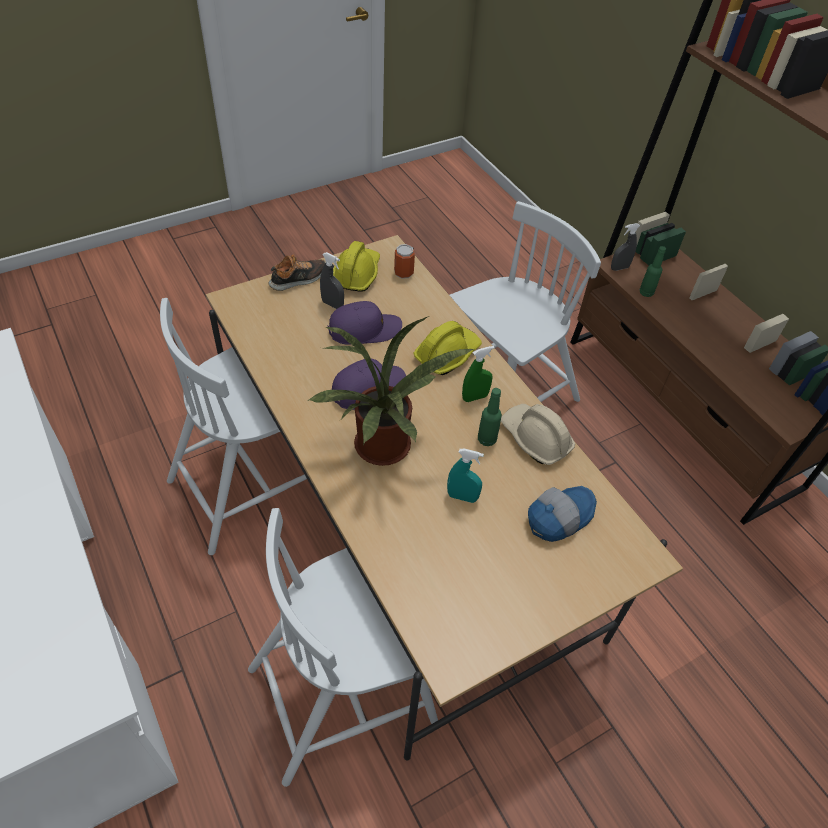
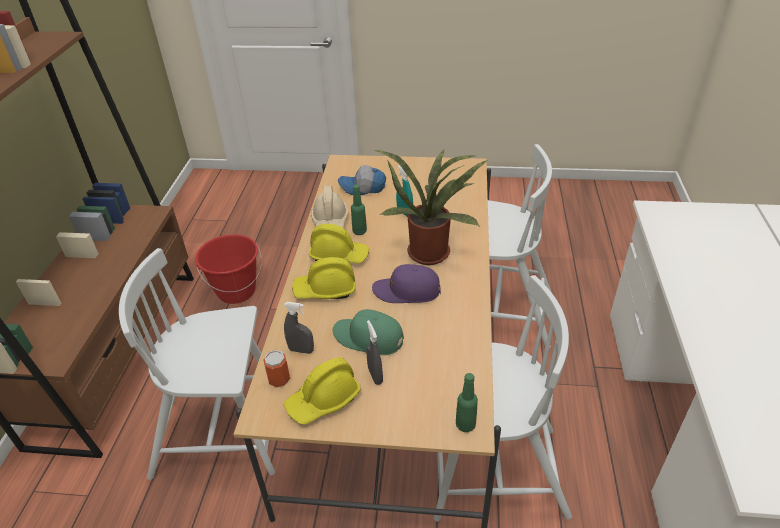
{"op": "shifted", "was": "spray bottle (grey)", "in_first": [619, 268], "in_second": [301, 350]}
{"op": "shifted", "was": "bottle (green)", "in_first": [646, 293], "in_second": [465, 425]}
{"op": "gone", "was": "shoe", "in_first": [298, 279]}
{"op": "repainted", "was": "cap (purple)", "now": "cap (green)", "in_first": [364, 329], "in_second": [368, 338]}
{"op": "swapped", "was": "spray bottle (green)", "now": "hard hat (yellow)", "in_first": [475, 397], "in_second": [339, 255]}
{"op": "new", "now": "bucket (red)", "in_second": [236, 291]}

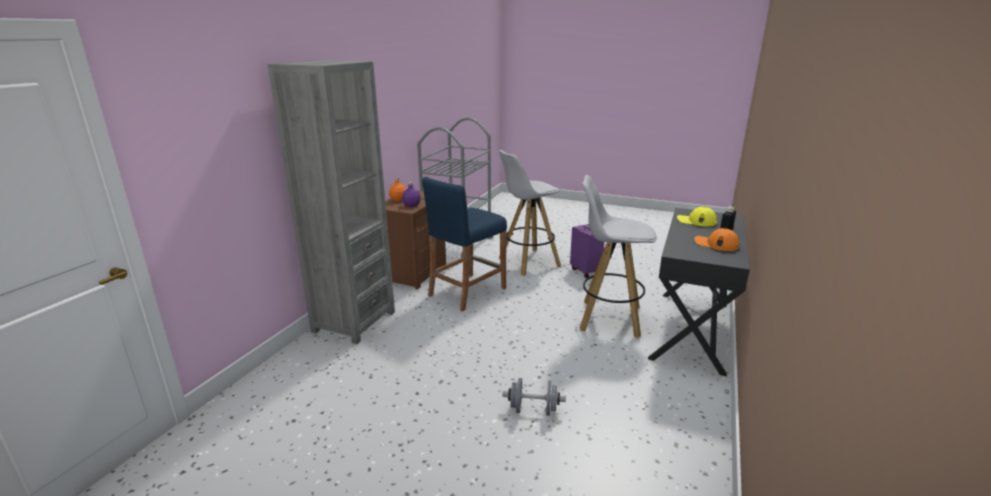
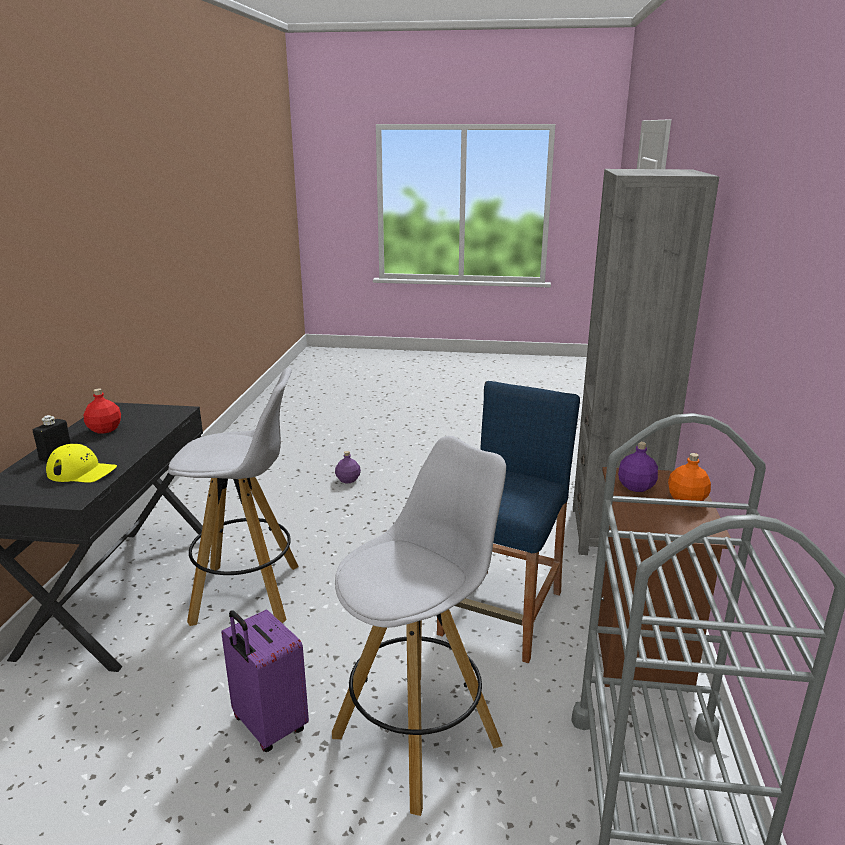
{"op": "swapped", "was": "cap (orange)", "now": "bottle (red)", "in_first": [716, 244], "in_second": [105, 429]}
{"op": "swapped", "was": "dumbbell (grey)", "now": "bottle (purple)", "in_first": [533, 410], "in_second": [348, 480]}

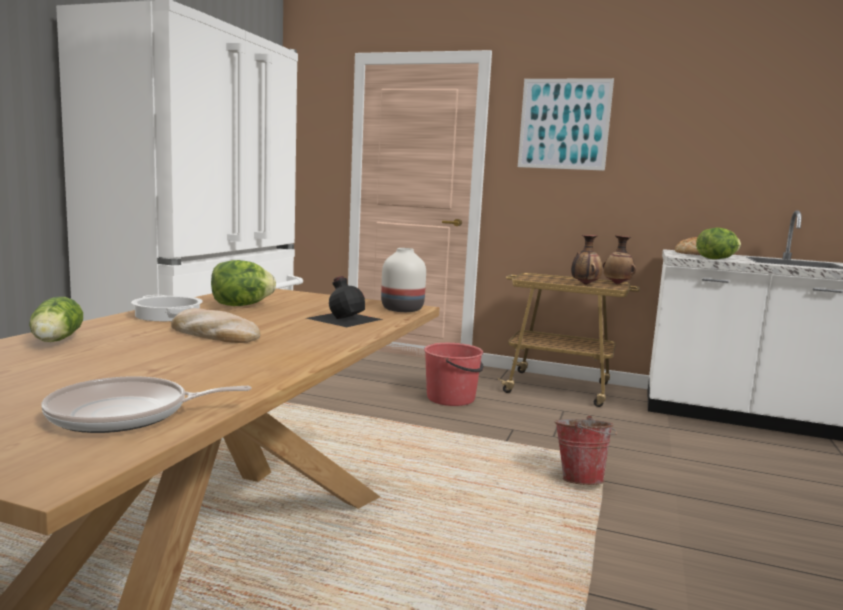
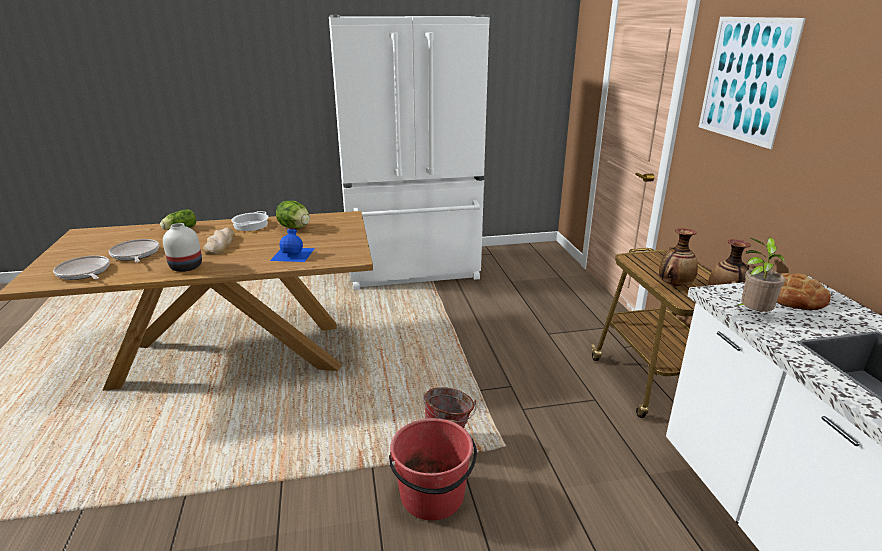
{"op": "swapped", "was": "lettuce", "now": "potted plant", "in_first": [716, 259], "in_second": [752, 314]}
{"op": "shifted", "was": "vase (white)", "in_first": [403, 309], "in_second": [187, 267]}
{"op": "repainted", "was": "bottle (black)", "now": "bottle (blue)", "in_first": [344, 318], "in_second": [293, 254]}
{"op": "shifted", "was": "bucket (red)", "in_first": [451, 398], "in_second": [432, 496]}
{"op": "new", "now": "frying pan", "in_second": [135, 254]}

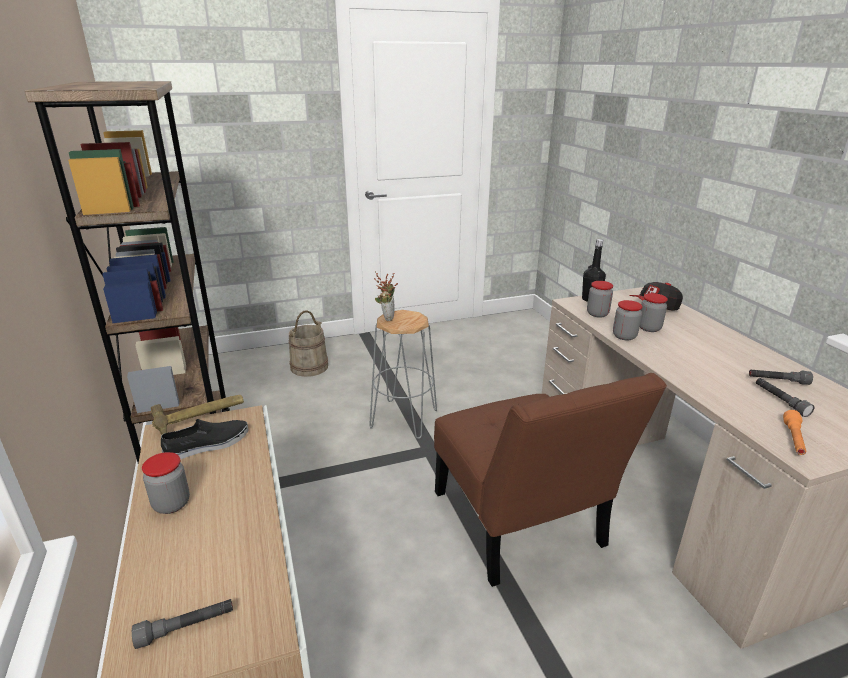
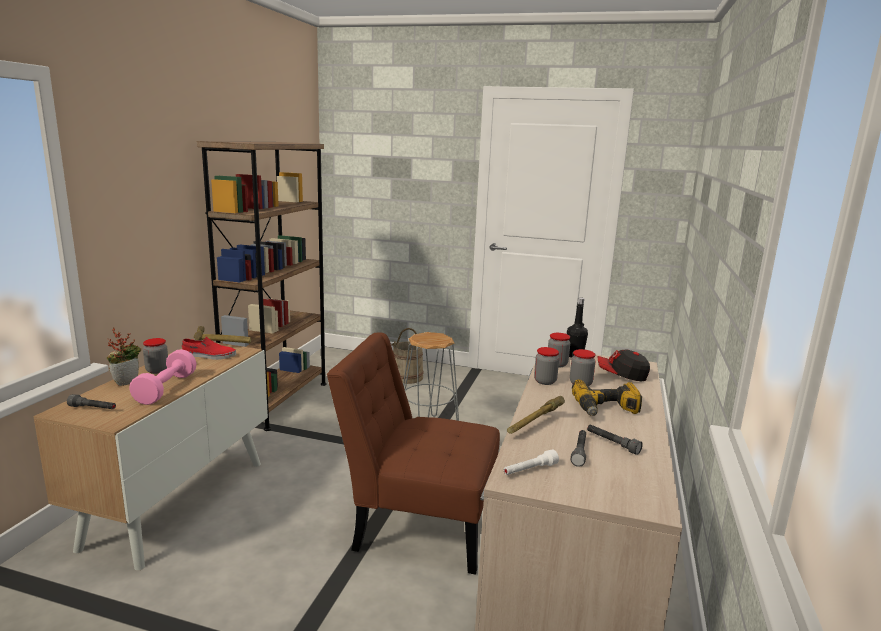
{"op": "shifted", "was": "potted plant", "in_first": [386, 317], "in_second": [127, 382]}
{"op": "rotated", "was": "chair (brown)", "in_first": [521, 526], "in_second": [418, 523], "clockwise": 90}
{"op": "repainted", "was": "flashlight (orange)", "now": "flashlight (white)", "in_first": [793, 439], "in_second": [529, 470]}
{"op": "repainted", "was": "shoe (black)", "now": "shoe (red)", "in_first": [208, 445], "in_second": [209, 355]}
{"op": "new", "now": "dumbbell (pink)", "in_second": [166, 389]}
{"op": "new", "now": "power drill", "in_second": [606, 409]}
{"op": "new", "now": "hammer", "in_second": [532, 427]}

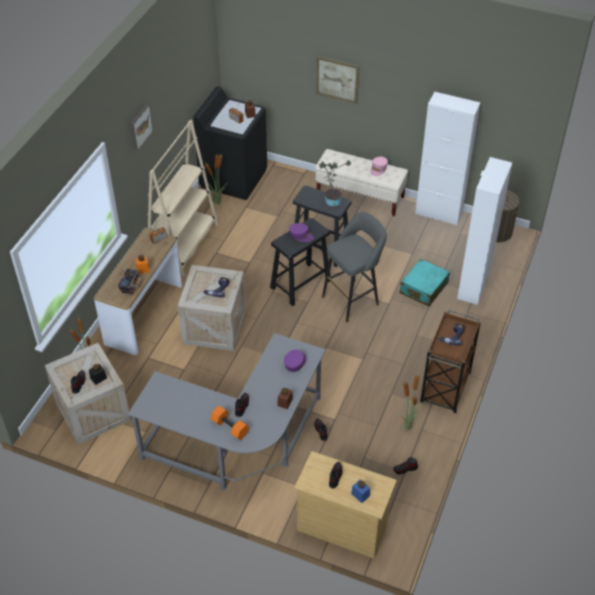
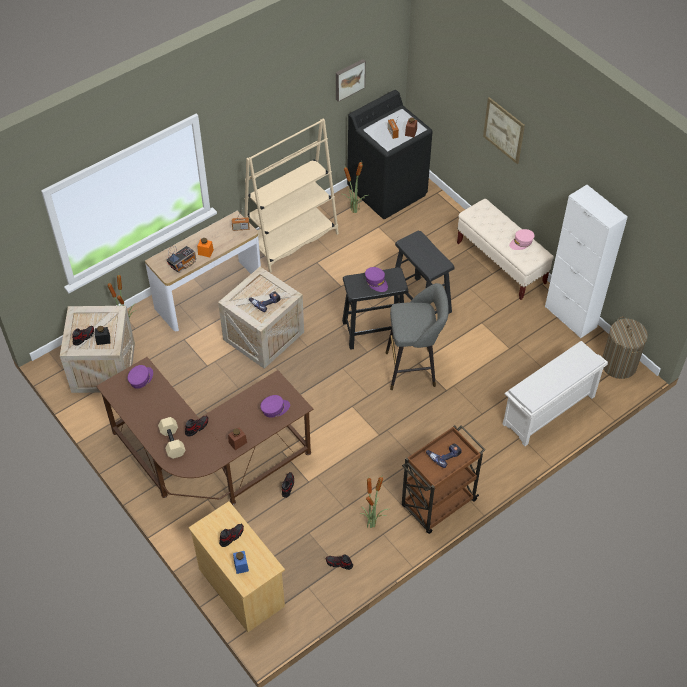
{"op": "shifted", "was": "picture", "in_first": [139, 126], "in_second": [349, 79]}
{"op": "swapped", "was": "cabinet (white)", "now": "shoe rack (white)", "in_first": [473, 286], "in_second": [548, 411]}
{"op": "gone", "was": "potted plant", "in_first": [331, 199]}
{"op": "gone", "was": "suitcase (turquoise)", "in_first": [423, 288]}
{"op": "repainted", "was": "desk (grey)", "now": "desk (brown)", "in_first": [240, 444], "in_second": [207, 461]}
{"op": "repainted", "was": "dumbbell (orange)", "now": "dumbbell (beige)", "in_first": [231, 427], "in_second": [173, 442]}
{"op": "new", "now": "cap (purple)", "in_second": [141, 379]}

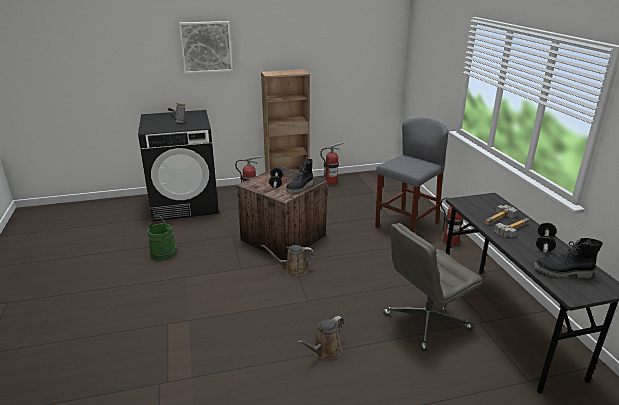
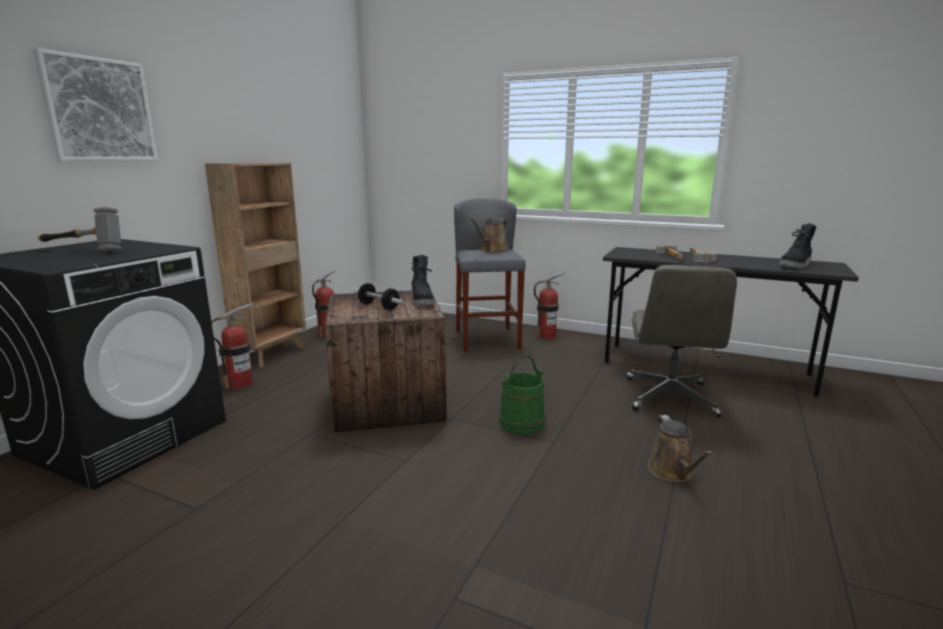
{"op": "shifted", "was": "bucket (green)", "in_first": [163, 252], "in_second": [521, 423]}
{"op": "gone", "was": "dumbbell", "in_first": [544, 244]}
{"op": "shifted", "was": "watering can (brown)", "in_first": [293, 269], "in_second": [492, 251]}

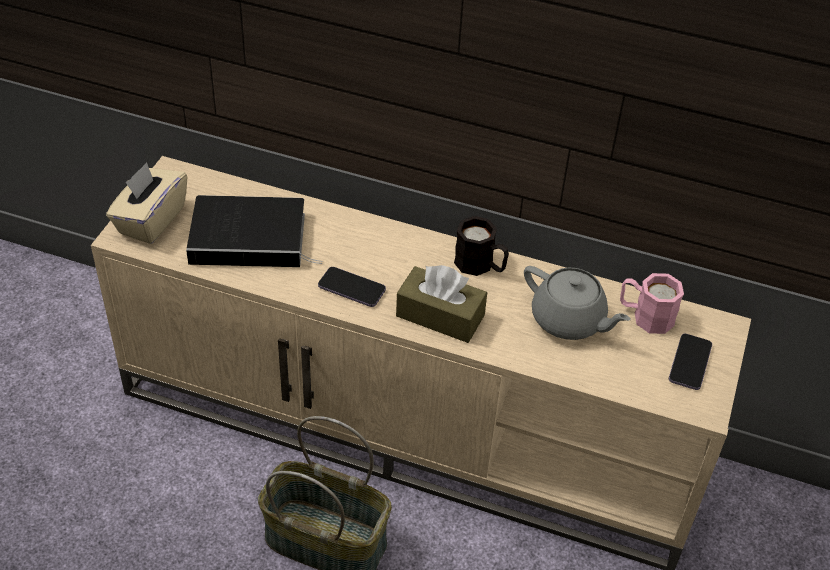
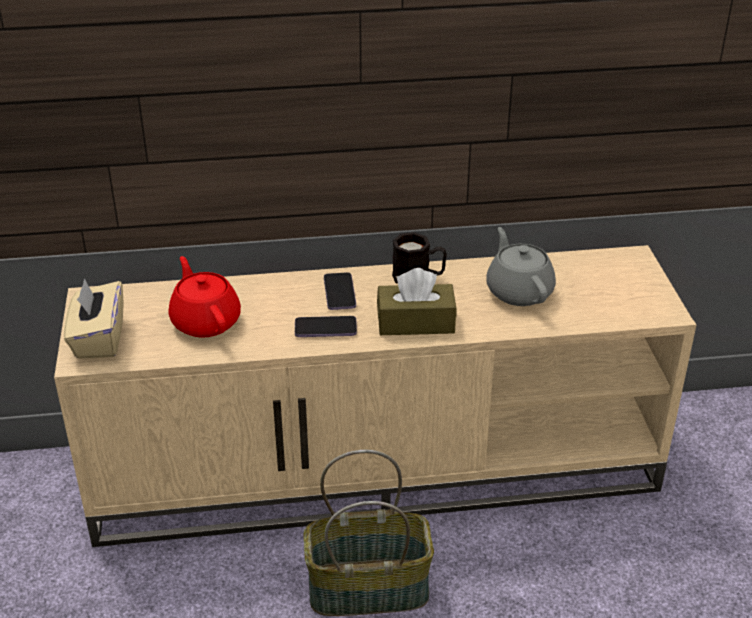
{"op": "swapped", "was": "book", "now": "teapot (red)", "in_first": [252, 237], "in_second": [205, 321]}
{"op": "rotated", "was": "teapot (grey)", "in_first": [569, 320], "in_second": [519, 291], "clockwise": -120}
{"op": "gone", "was": "mug (pink)", "in_first": [645, 316]}
{"op": "shifted", "was": "phone", "in_first": [690, 363], "in_second": [339, 293]}

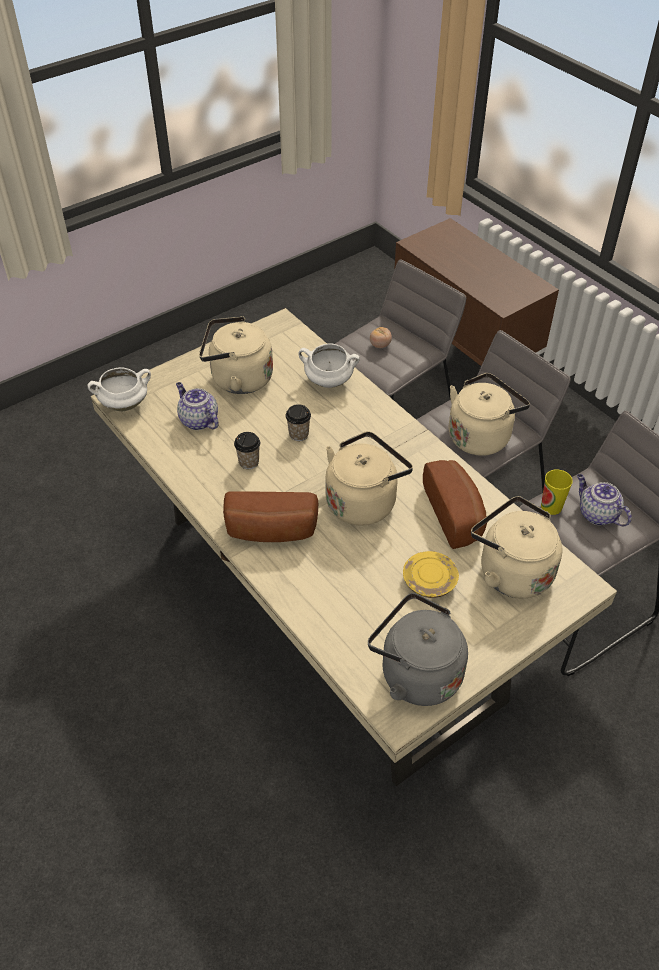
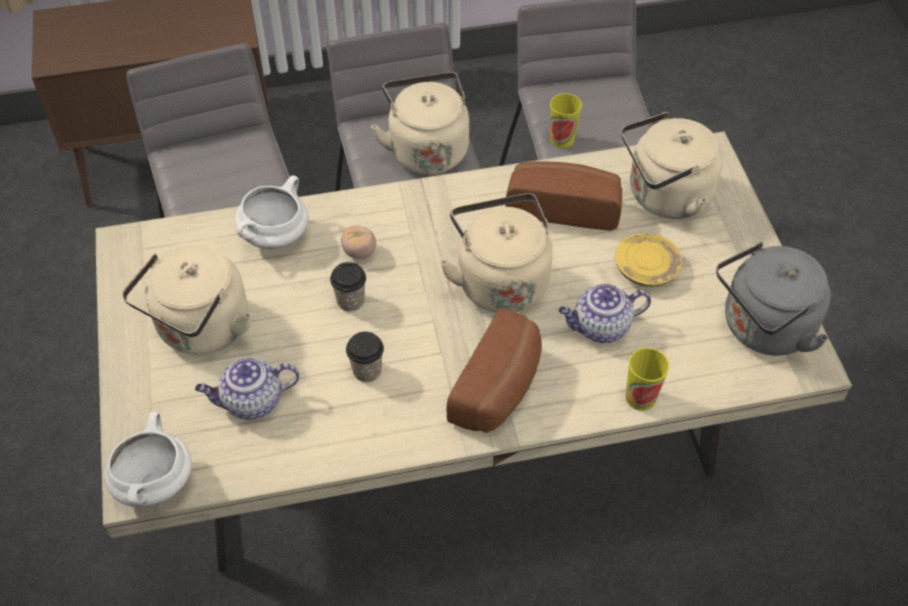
{"op": "shifted", "was": "tomato", "in_first": [380, 345], "in_second": [359, 252]}
{"op": "shifted", "was": "teapot", "in_first": [596, 514], "in_second": [600, 327]}
{"op": "new", "now": "cup", "in_second": [640, 397]}

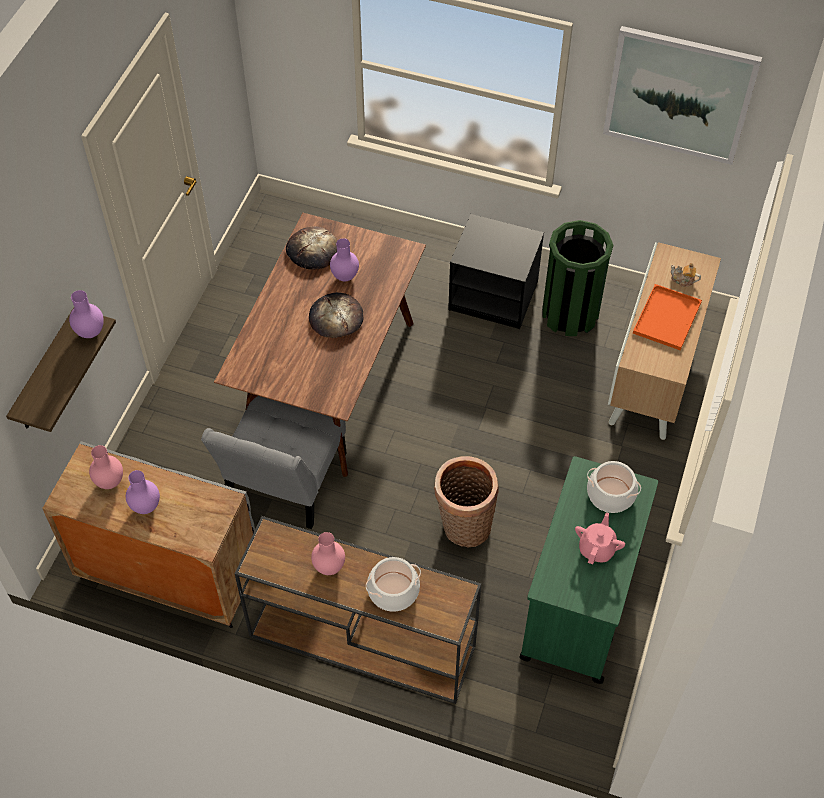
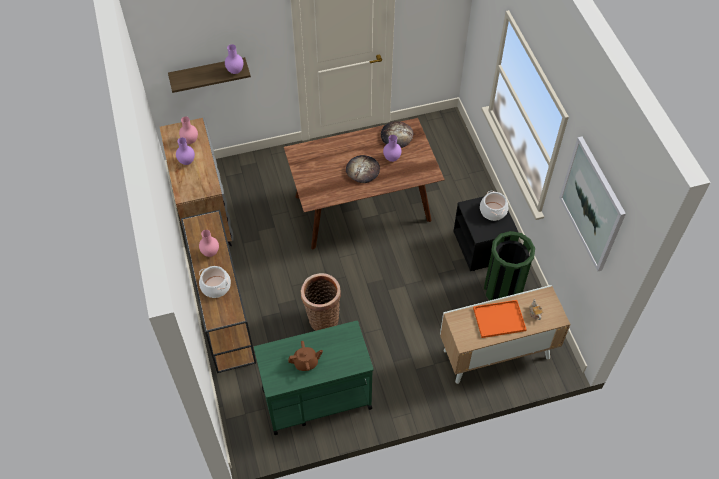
{"op": "gone", "was": "chair (grey)", "in_first": [283, 484]}
{"op": "shifted", "was": "cooking pot", "in_first": [610, 494], "in_second": [492, 211]}
{"op": "repainted", "was": "teapot (pink)", "now": "teapot (brown)", "in_first": [597, 548], "in_second": [306, 362]}

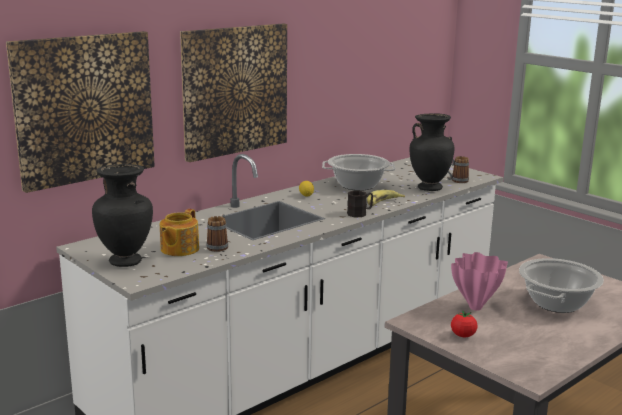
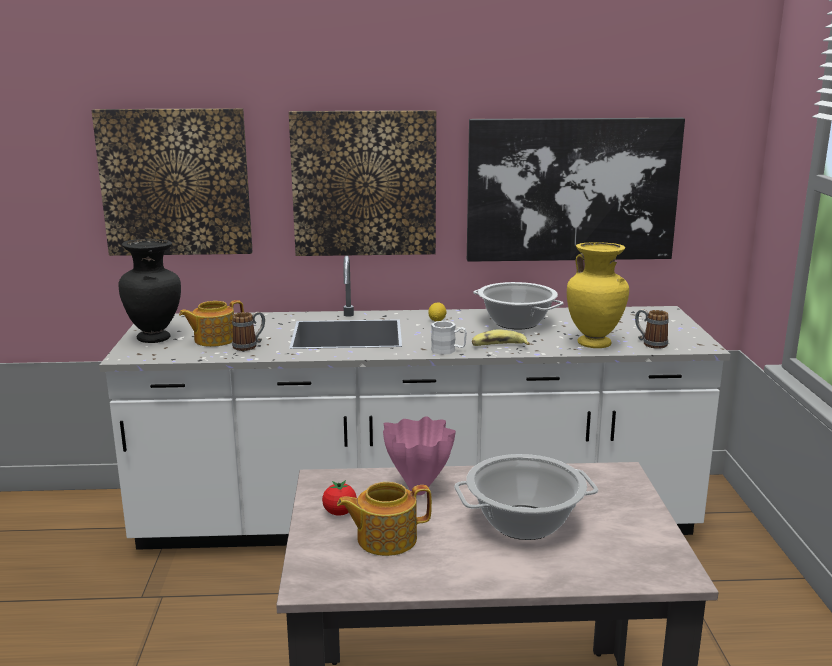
{"op": "repainted", "was": "vase (black)", "now": "vase (yellow)", "in_first": [429, 188], "in_second": [594, 344]}
{"op": "repainted", "was": "mug (black)", "now": "mug (white)", "in_first": [360, 213], "in_second": [448, 350]}
{"op": "new", "now": "picture", "in_second": [572, 190]}
{"op": "new", "now": "teapot", "in_second": [385, 539]}

